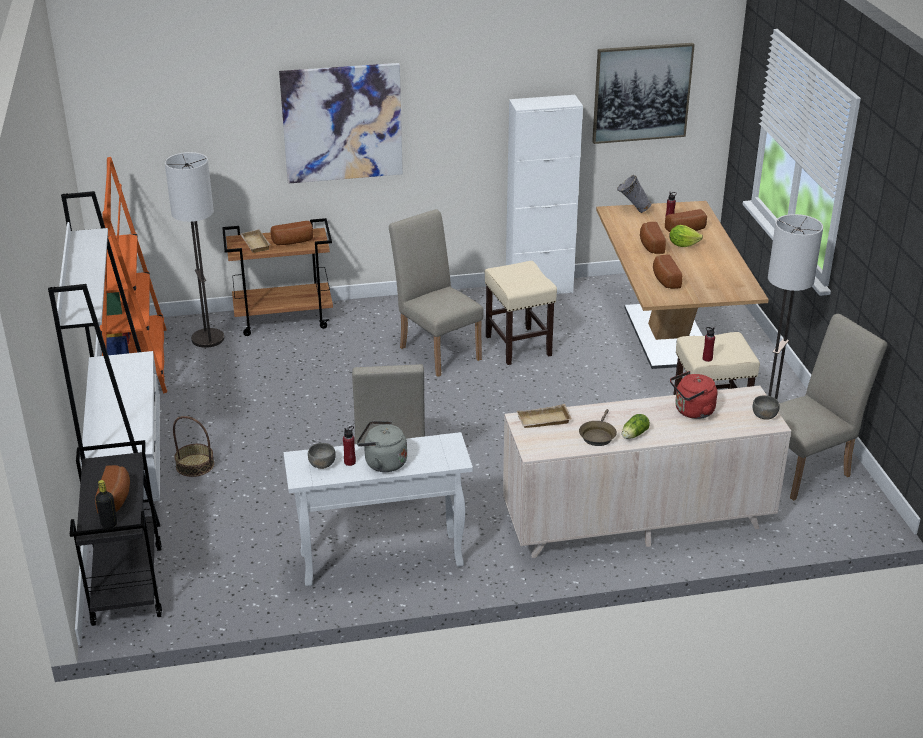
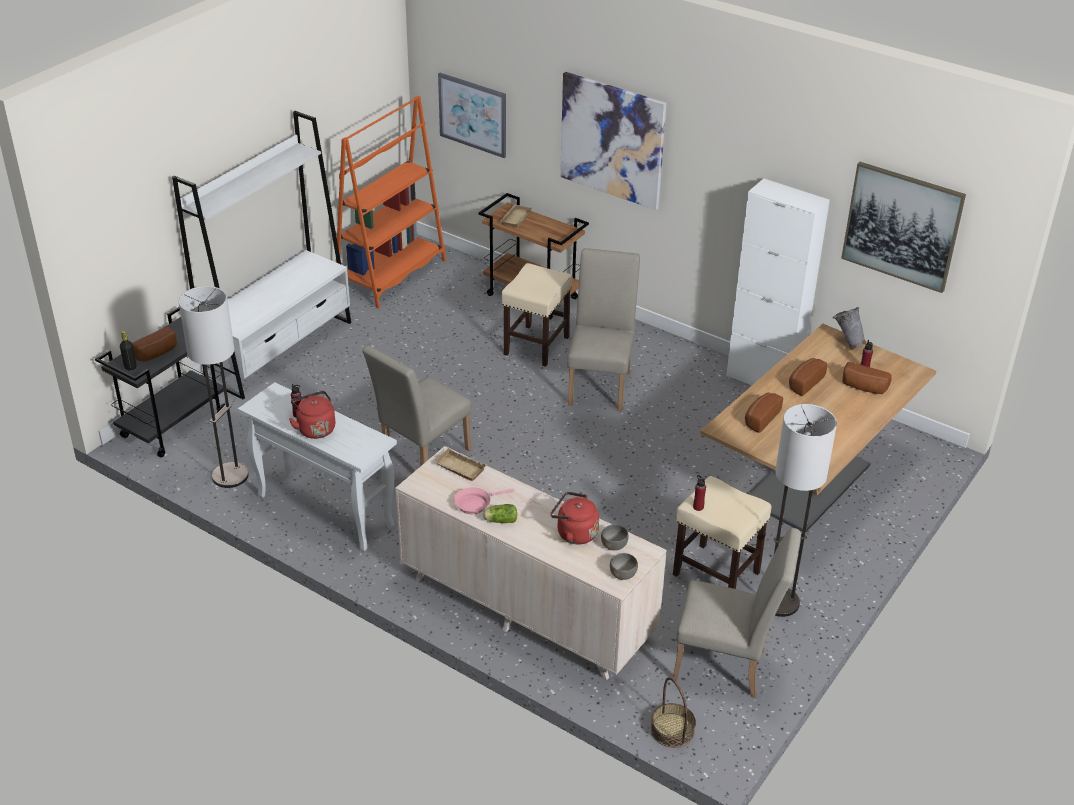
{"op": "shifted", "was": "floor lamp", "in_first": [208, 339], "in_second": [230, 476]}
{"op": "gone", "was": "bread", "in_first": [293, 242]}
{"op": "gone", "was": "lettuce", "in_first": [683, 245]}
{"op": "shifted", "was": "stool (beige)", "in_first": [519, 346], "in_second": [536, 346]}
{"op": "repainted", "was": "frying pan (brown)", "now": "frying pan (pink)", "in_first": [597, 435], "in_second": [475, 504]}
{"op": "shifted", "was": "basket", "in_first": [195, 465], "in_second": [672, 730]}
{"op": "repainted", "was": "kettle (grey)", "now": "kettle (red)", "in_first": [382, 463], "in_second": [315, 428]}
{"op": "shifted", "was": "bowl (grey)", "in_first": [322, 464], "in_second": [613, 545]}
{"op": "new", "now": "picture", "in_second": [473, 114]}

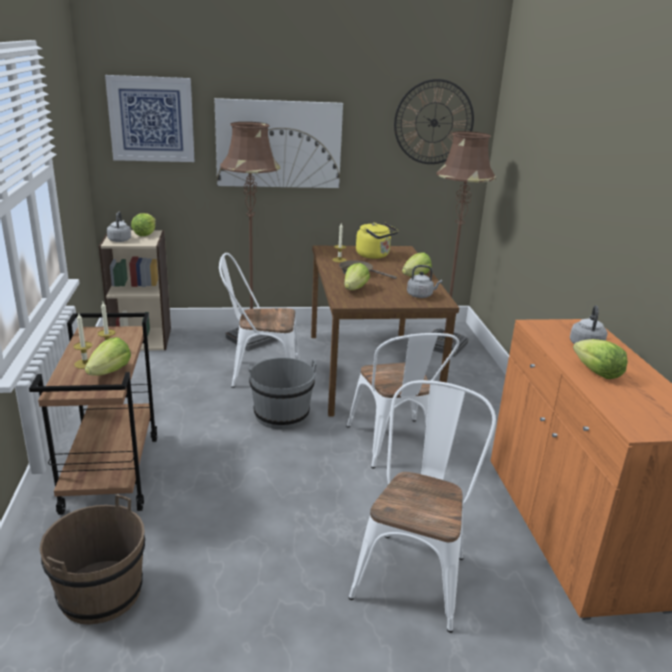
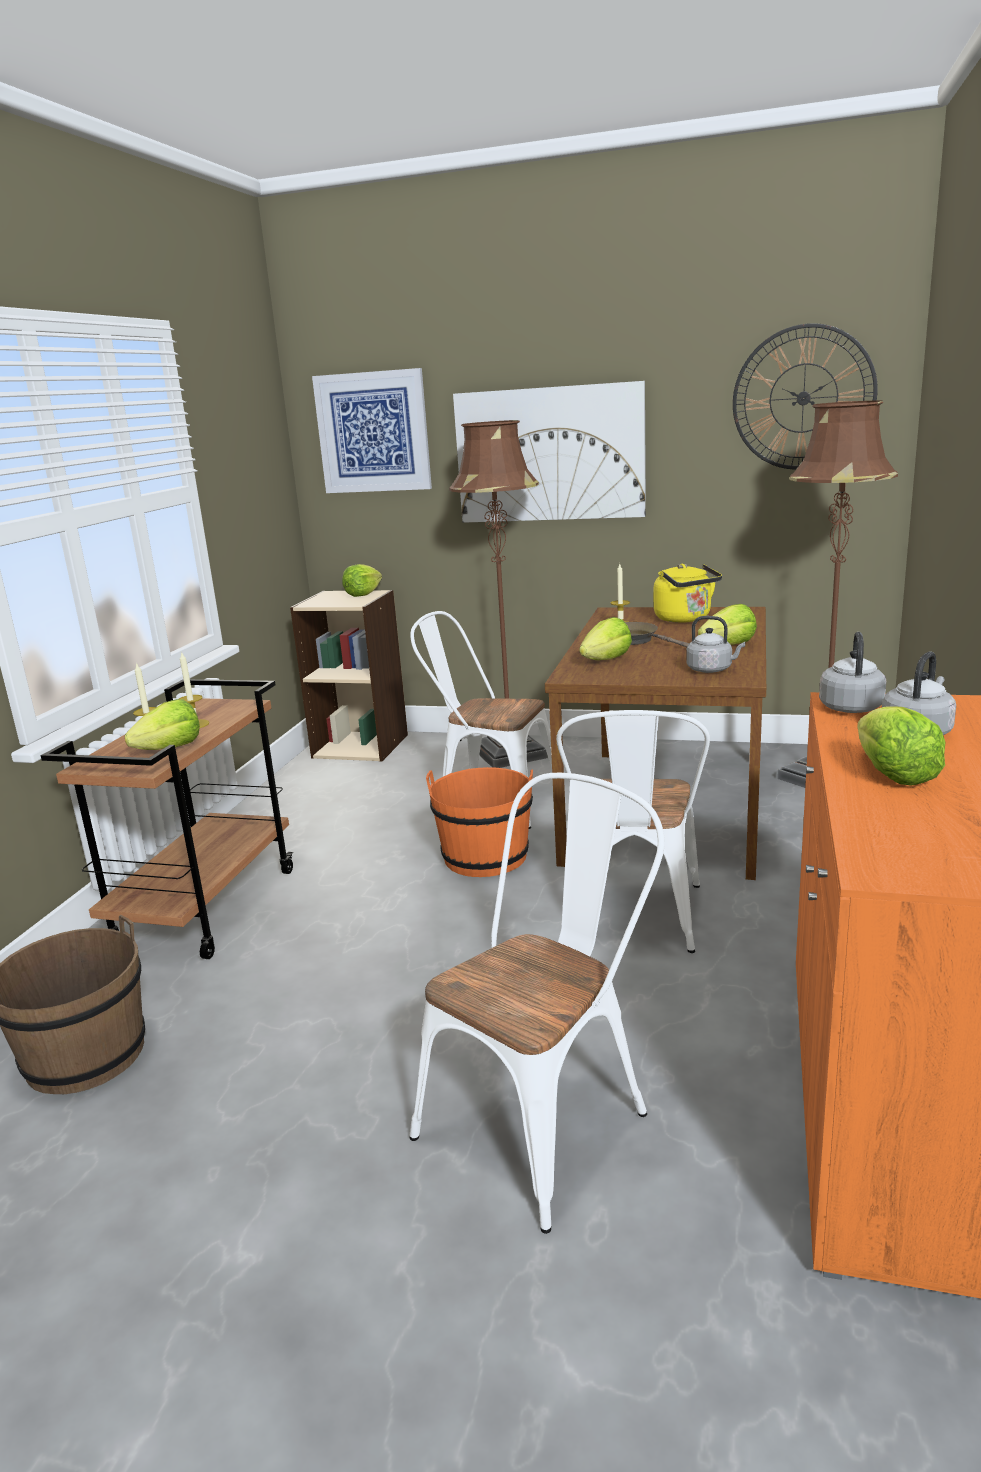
{"op": "shifted", "was": "kettle (grey)", "in_first": [120, 240], "in_second": [850, 707]}
{"op": "repainted", "was": "bucket (grey)", "now": "bucket (orange)", "in_first": [281, 415], "in_second": [485, 857]}

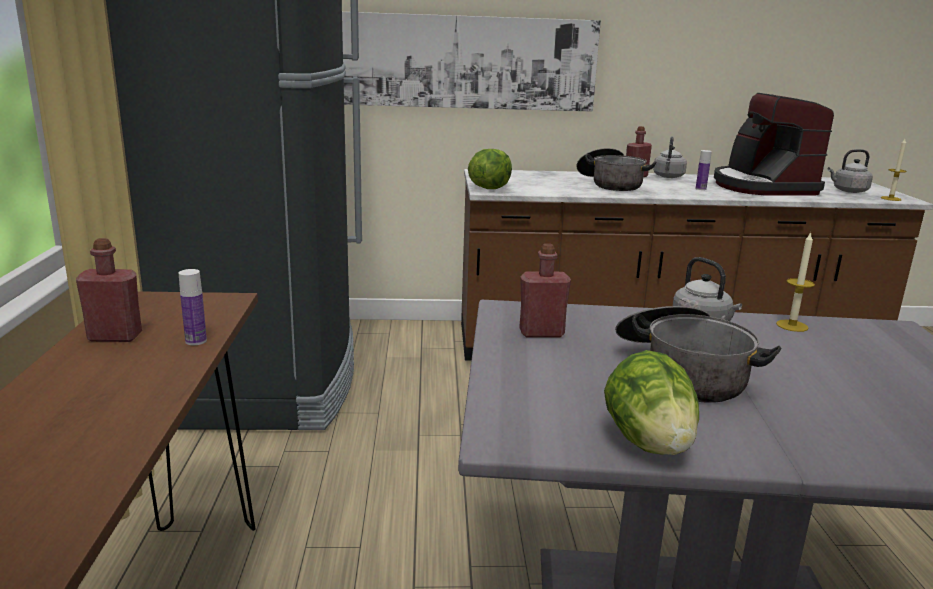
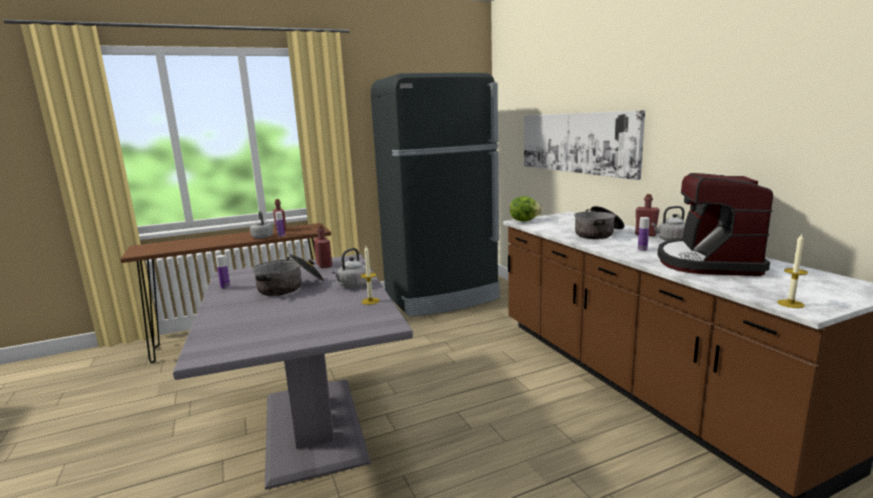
{"op": "rotated", "was": "coffee machine", "in_first": [762, 187], "in_second": [708, 262], "clockwise": -45}
{"op": "shifted", "was": "kettle (grey)", "in_first": [848, 191], "in_second": [262, 237]}
{"op": "swapped", "was": "lettuce", "now": "bottle", "in_first": [648, 442], "in_second": [225, 288]}

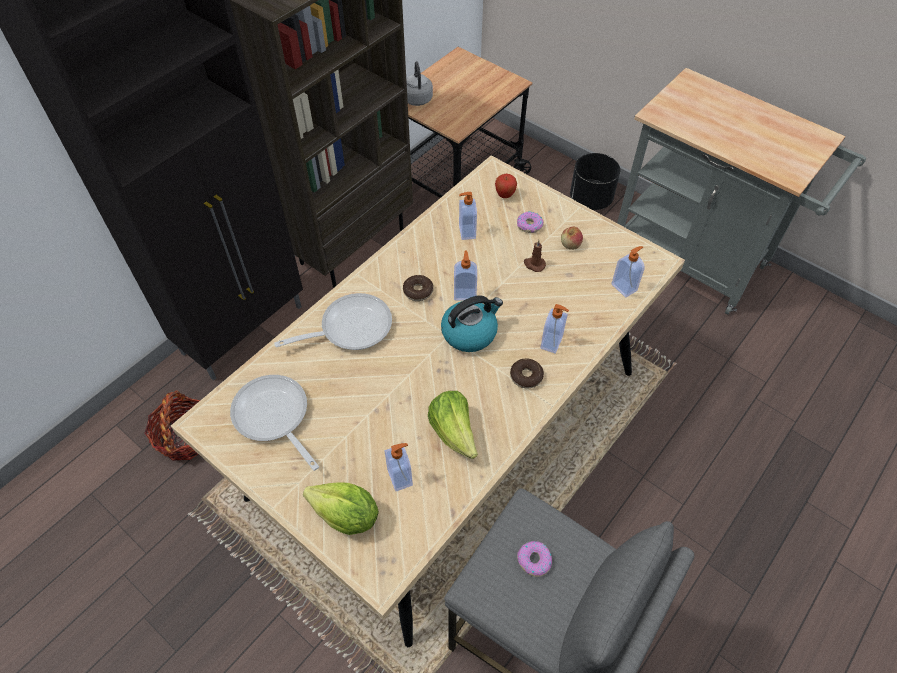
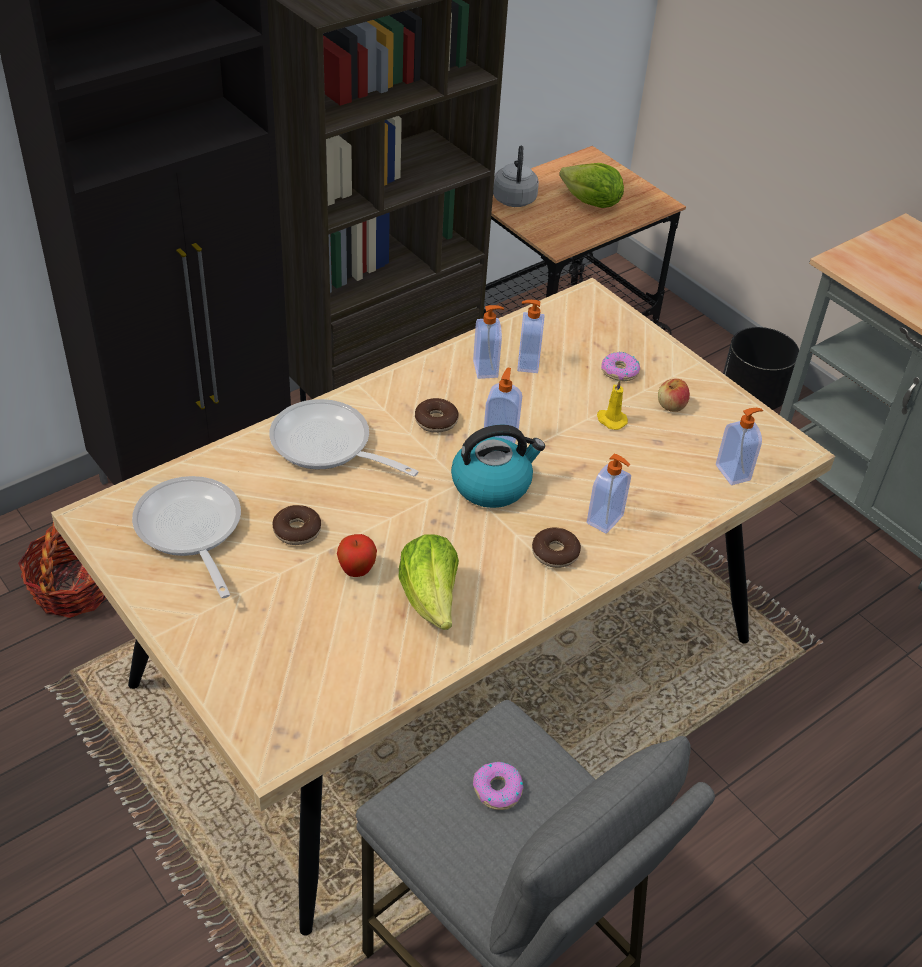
{"op": "shifted", "was": "apple", "in_first": [505, 195], "in_second": [357, 571]}
{"op": "repainted", "was": "candle (brown)", "now": "candle (yellow)", "in_first": [534, 264], "in_second": [611, 420]}
{"op": "rotated", "was": "frying pan", "in_first": [350, 328], "in_second": [327, 446], "clockwise": -135}
{"op": "shifted", "was": "soap dispenser", "in_first": [401, 477], "in_second": [486, 369]}
{"op": "shifted", "was": "lettuce", "in_first": [346, 516], "in_second": [591, 203]}
{"op": "new", "now": "donut", "in_second": [297, 530]}

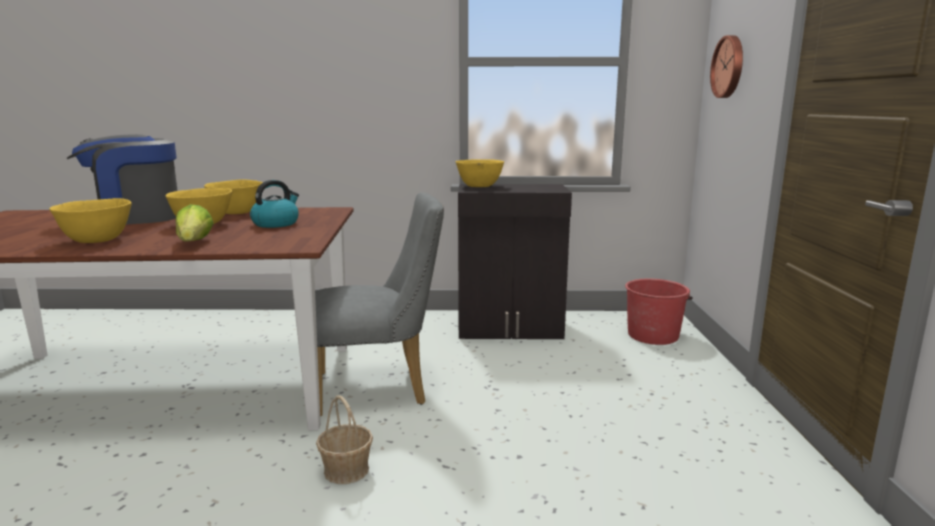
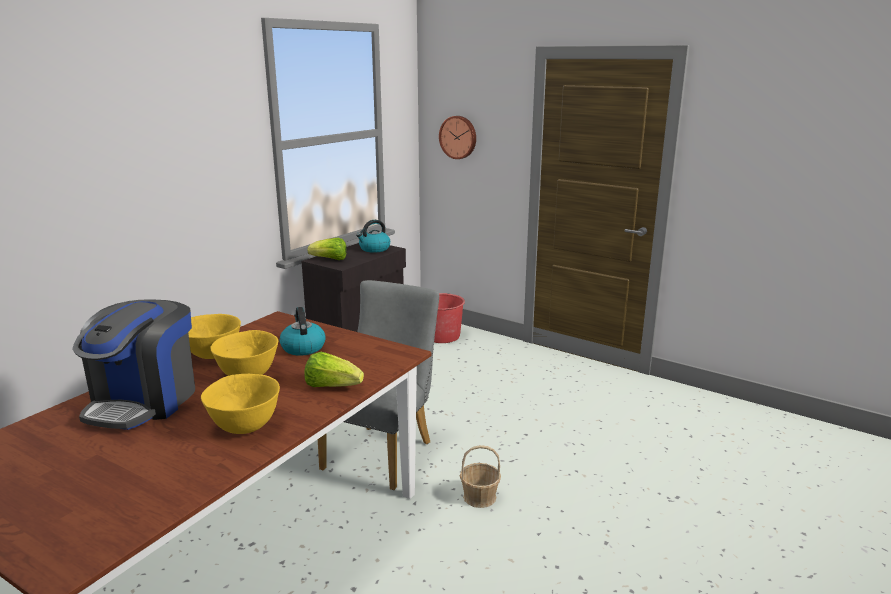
{"op": "swapped", "was": "bowl (yellow)", "now": "lettuce", "in_first": [479, 186], "in_second": [330, 259]}
{"op": "new", "now": "kettle", "in_second": [374, 249]}

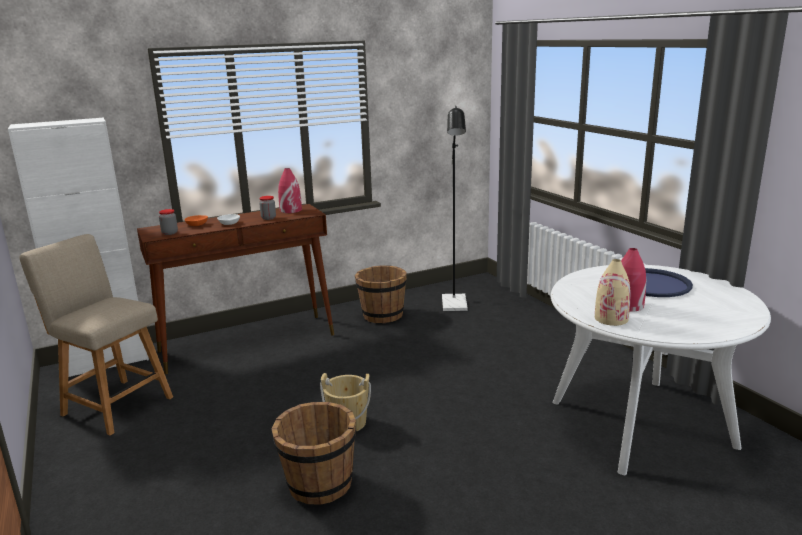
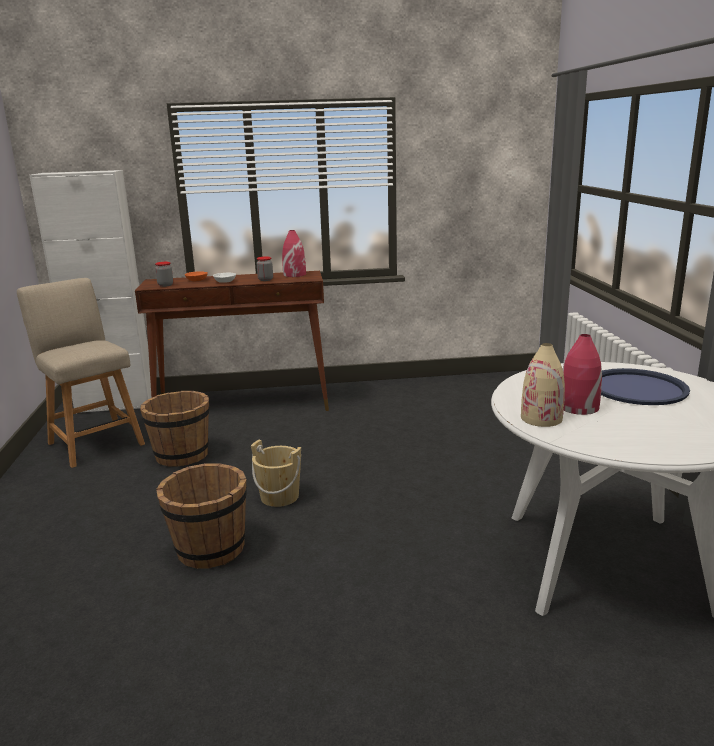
{"op": "gone", "was": "floor lamp (black)", "in_first": [455, 306]}
{"op": "shifted", "was": "bucket (brown)", "in_first": [382, 315], "in_second": [182, 455]}

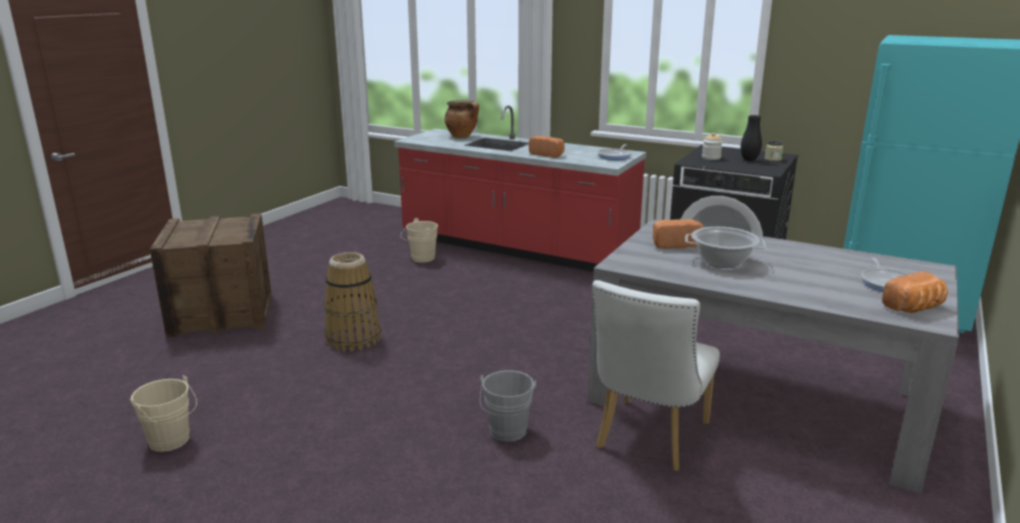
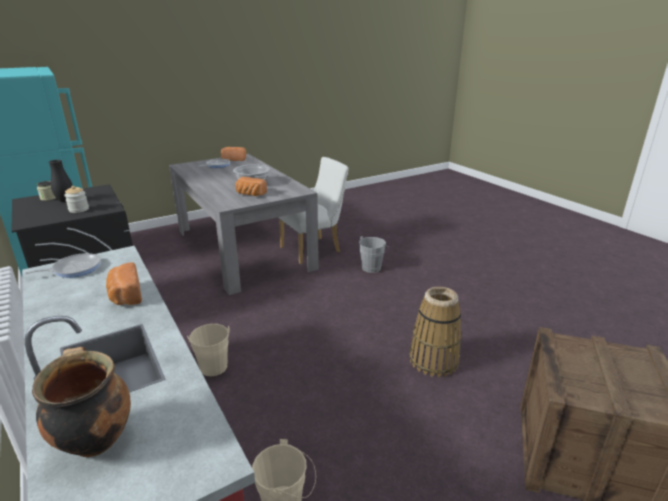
{"op": "shifted", "was": "bucket (beige)", "in_first": [171, 442], "in_second": [213, 365]}

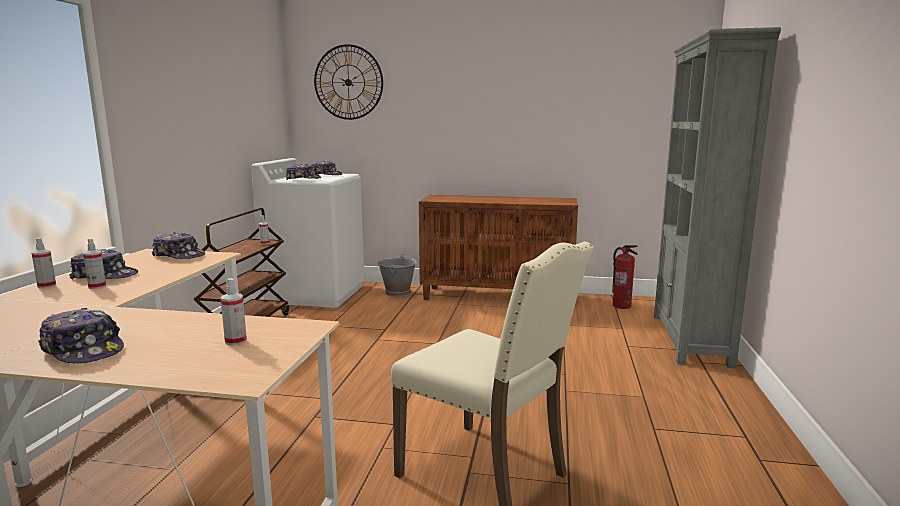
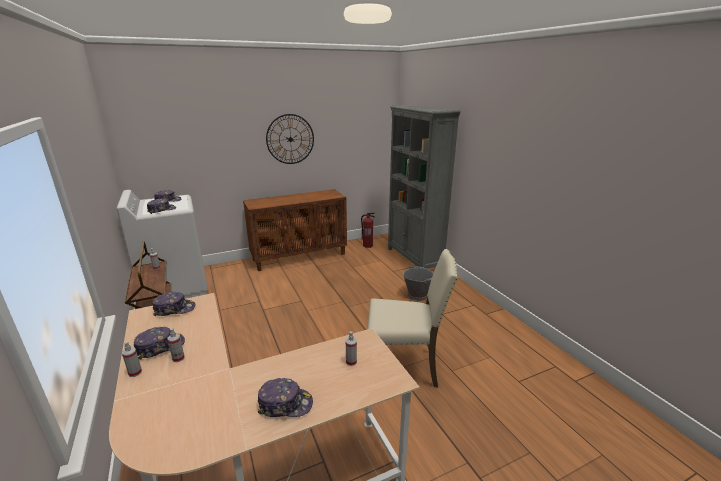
{"op": "shifted", "was": "wall clock", "in_first": [348, 82], "in_second": [290, 139]}
{"op": "shifted", "was": "bucket (grey)", "in_first": [398, 292], "in_second": [417, 295]}

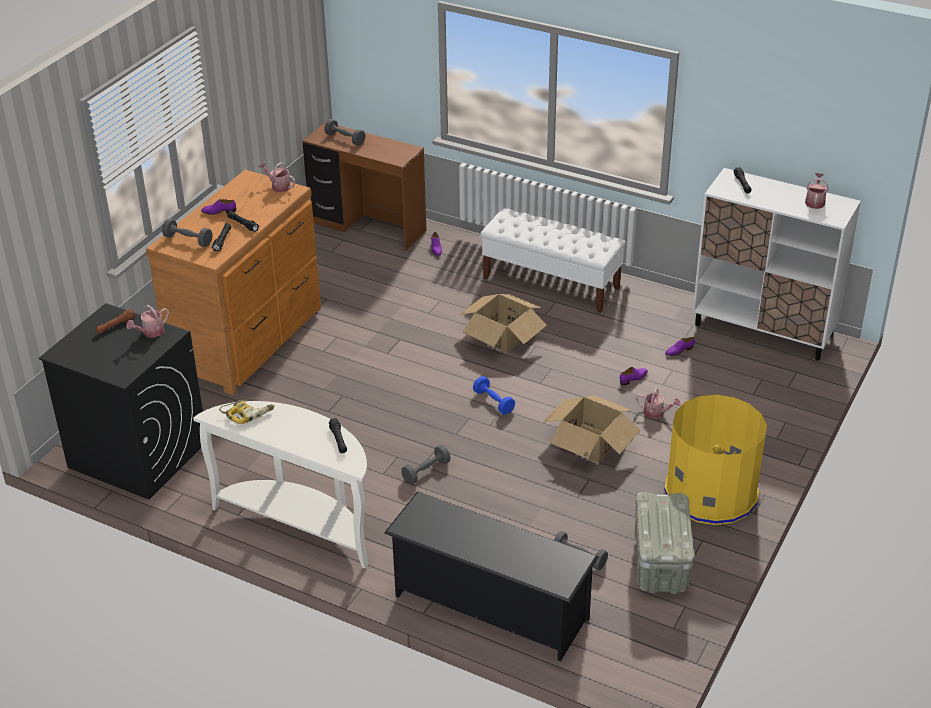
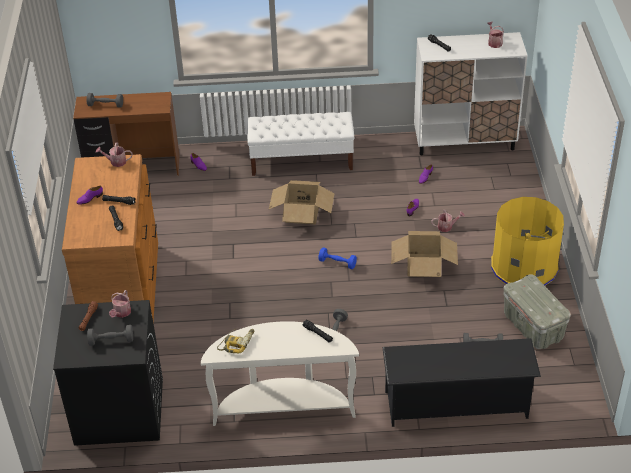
{"op": "shifted", "was": "dumbbell (grey)", "in_first": [188, 240], "in_second": [111, 341]}

